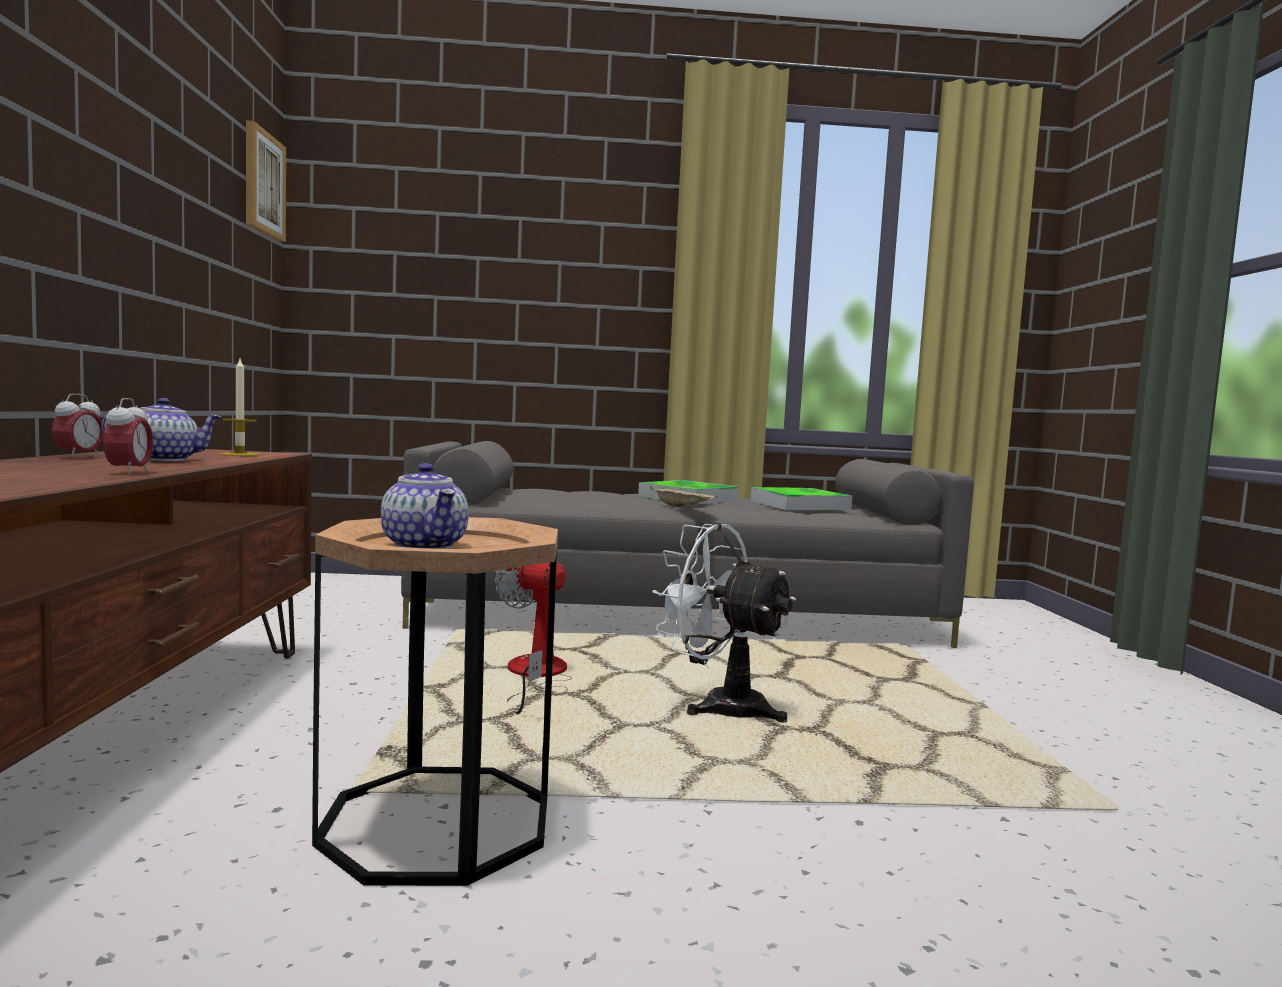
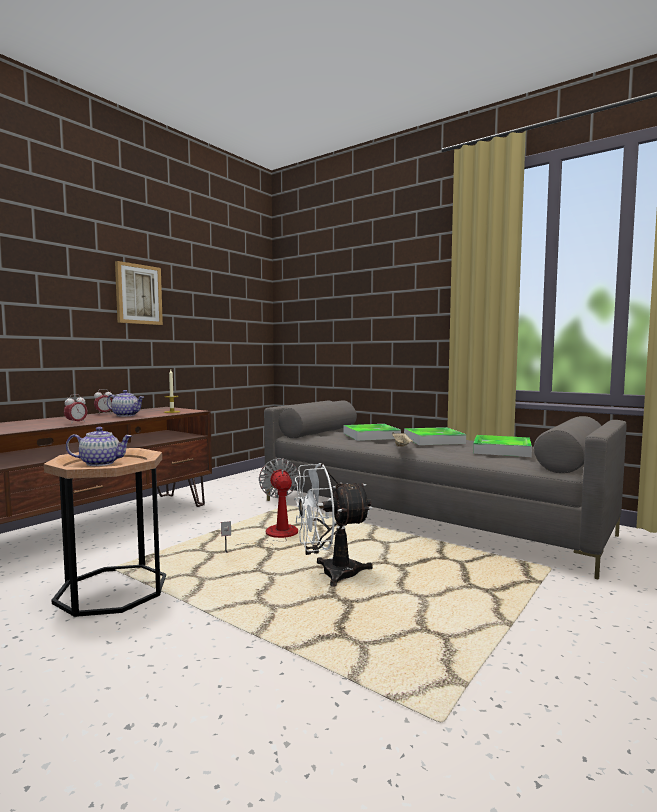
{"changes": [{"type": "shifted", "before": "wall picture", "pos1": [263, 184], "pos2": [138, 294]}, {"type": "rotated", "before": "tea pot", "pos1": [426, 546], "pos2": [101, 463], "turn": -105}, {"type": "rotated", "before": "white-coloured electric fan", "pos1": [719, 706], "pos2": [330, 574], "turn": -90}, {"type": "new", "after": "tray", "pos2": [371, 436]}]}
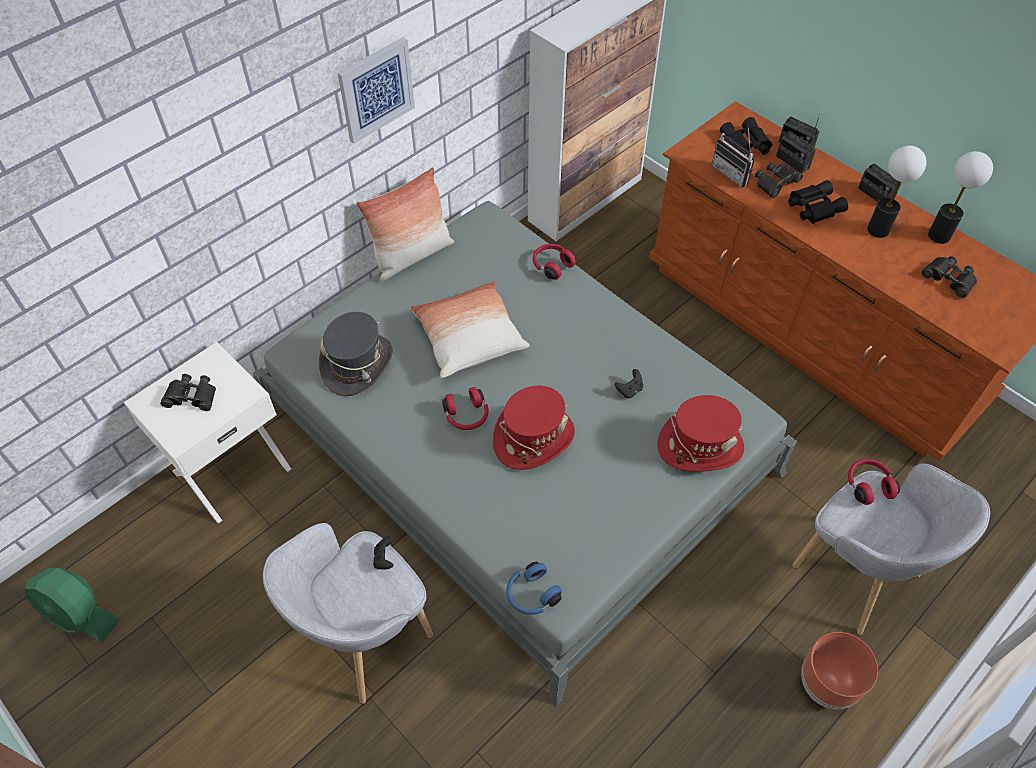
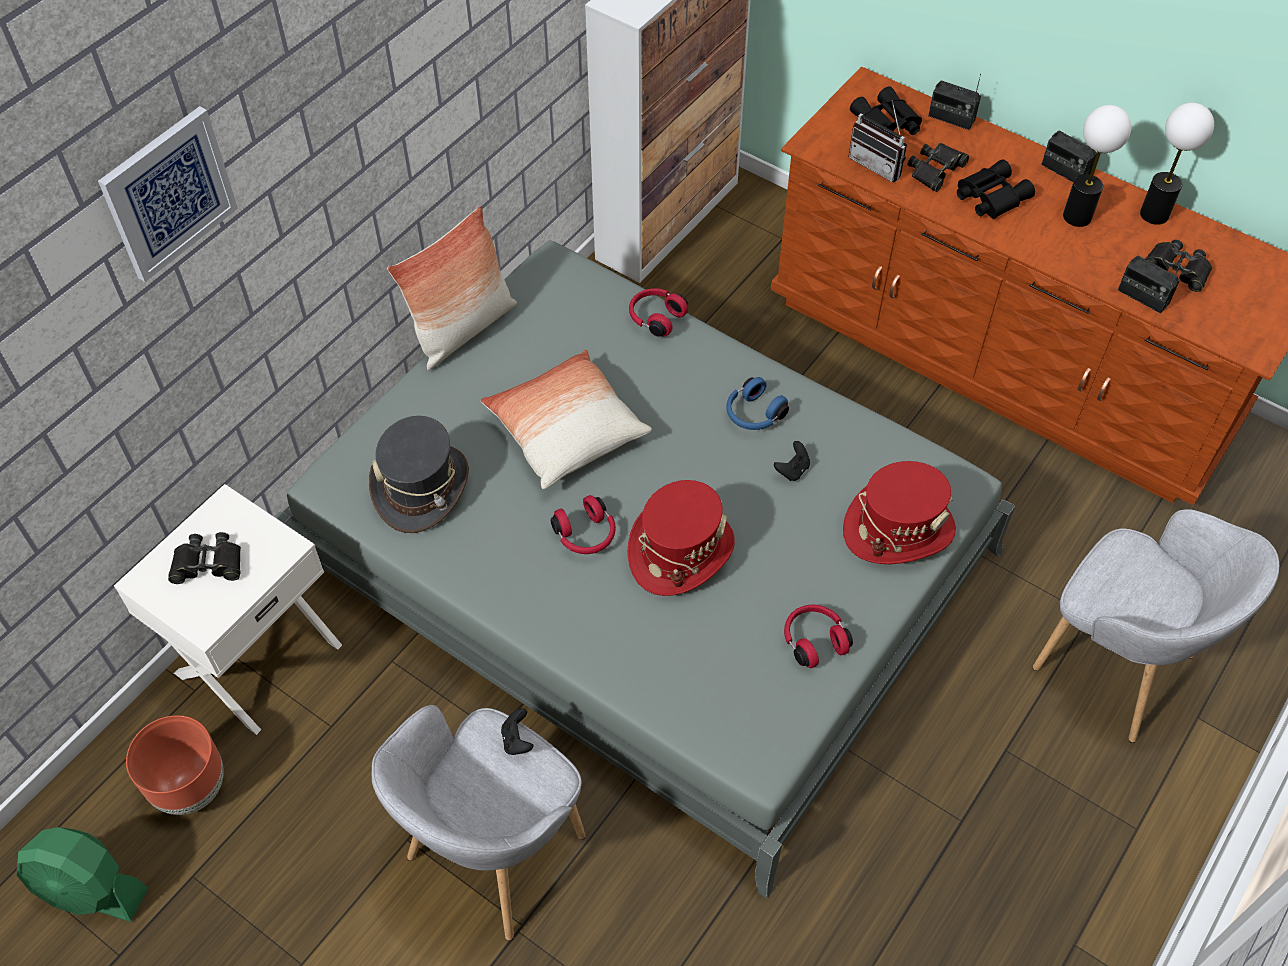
{"changes": [{"type": "shifted", "before": "wall picture", "pos1": [376, 89], "pos2": [168, 193]}, {"type": "shifted", "before": "blue-coloured pair of headphones", "pos1": [531, 595], "pos2": [753, 414]}, {"type": "shifted", "before": "radio", "pos1": [792, 162], "pos2": [1143, 297]}, {"type": "shifted", "before": "brown-coloured planter", "pos1": [825, 685], "pos2": [190, 788]}, {"type": "shifted", "before": "red pair of headphones", "pos1": [868, 485], "pos2": [813, 640]}]}
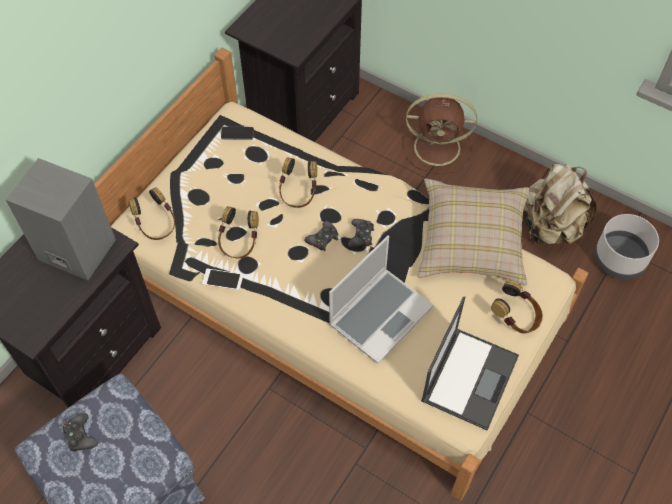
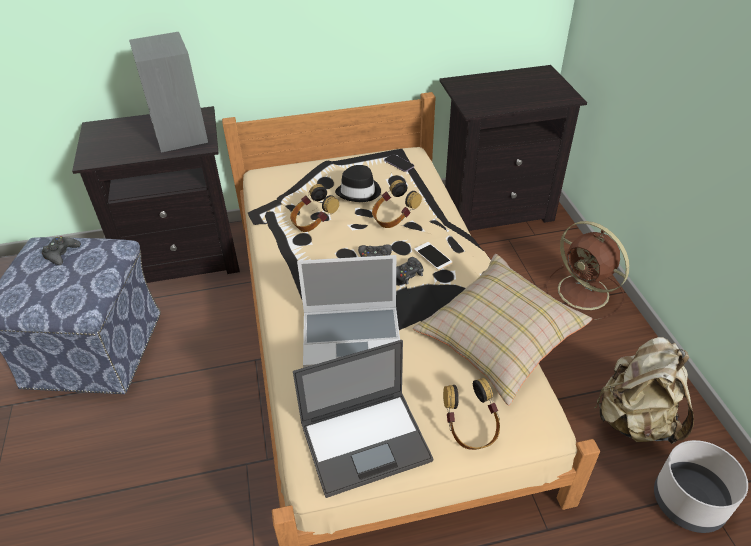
{"changes": [{"type": "gone", "before": "pair of headphones", "pos1": [156, 225]}, {"type": "shifted", "before": "telephone", "pos1": [222, 279], "pos2": [433, 256]}, {"type": "new", "after": "black wearable hat", "pos2": [359, 191]}]}
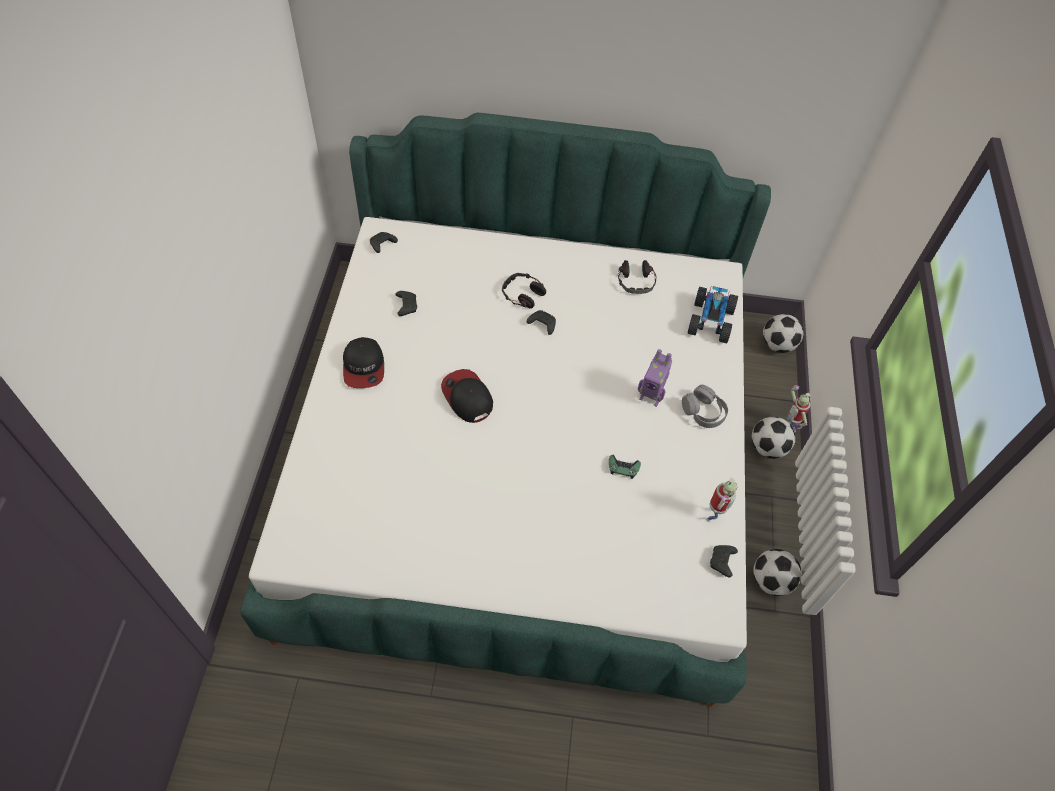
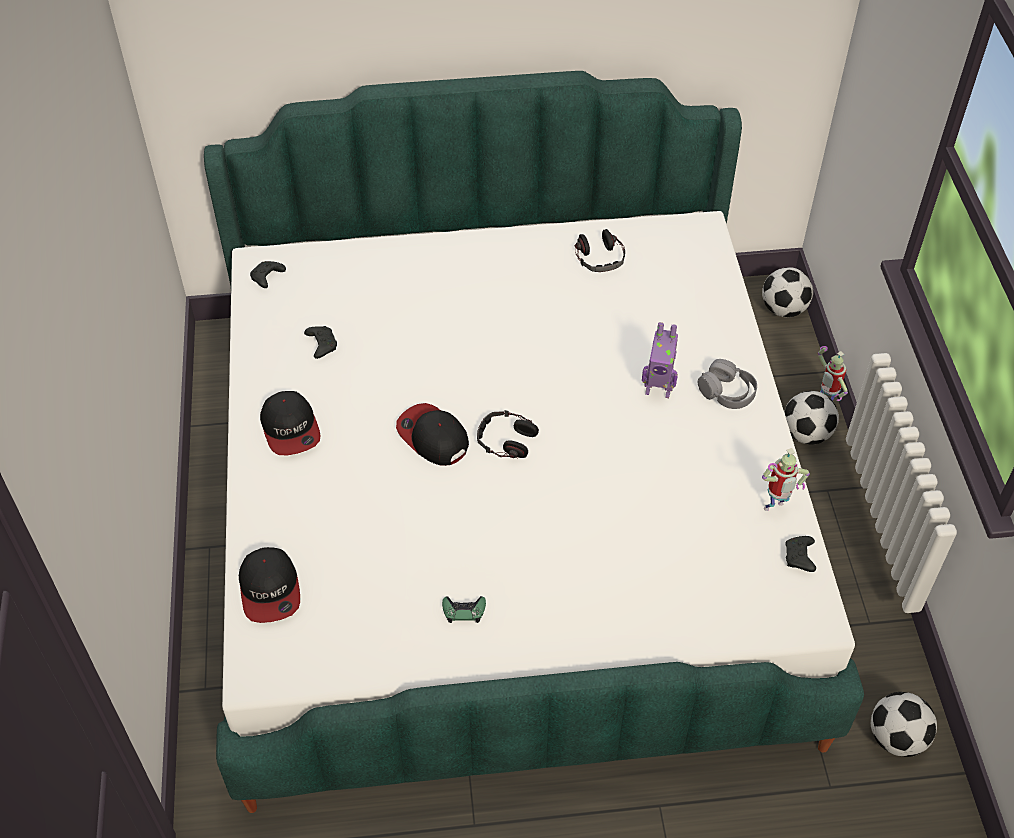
{"changes": [{"type": "shifted", "before": "pair of headphones", "pos1": [522, 294], "pos2": [506, 440]}, {"type": "gone", "before": "black gamepad", "pos1": [541, 324]}, {"type": "shifted", "before": "greenish gamepad", "pos1": [623, 468], "pos2": [464, 611]}, {"type": "gone", "before": "miniature car", "pos1": [709, 320]}, {"type": "rotated", "before": "model robot", "pos1": [713, 516], "pos2": [774, 509], "turn": 45}, {"type": "shifted", "before": "football ball", "pos1": [771, 581], "pos2": [896, 738]}, {"type": "new", "after": "cap", "pos2": [270, 590]}]}
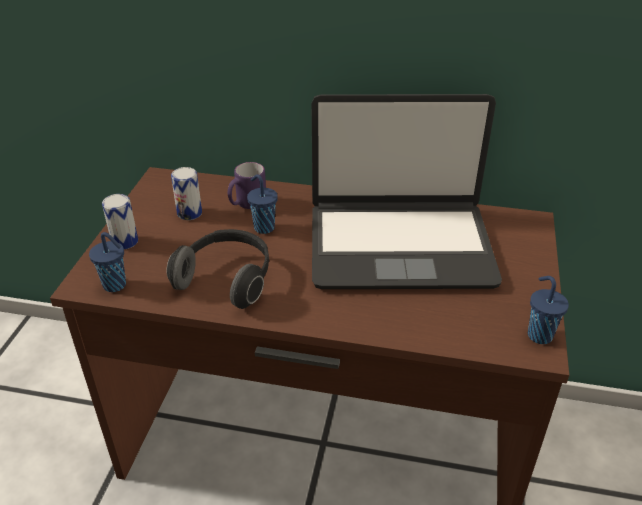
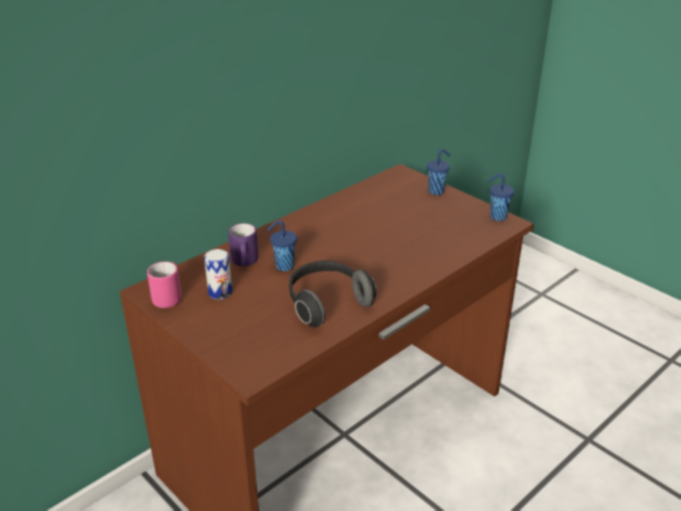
{"changes": [{"type": "shifted", "before": "blue-coloured drinking cup", "pos1": [116, 285], "pos2": [437, 191]}, {"type": "gone", "before": "sealed can", "pos1": [124, 241]}, {"type": "gone", "before": "laptop", "pos1": [399, 245]}, {"type": "new", "after": "pink mug", "pos2": [169, 297]}]}
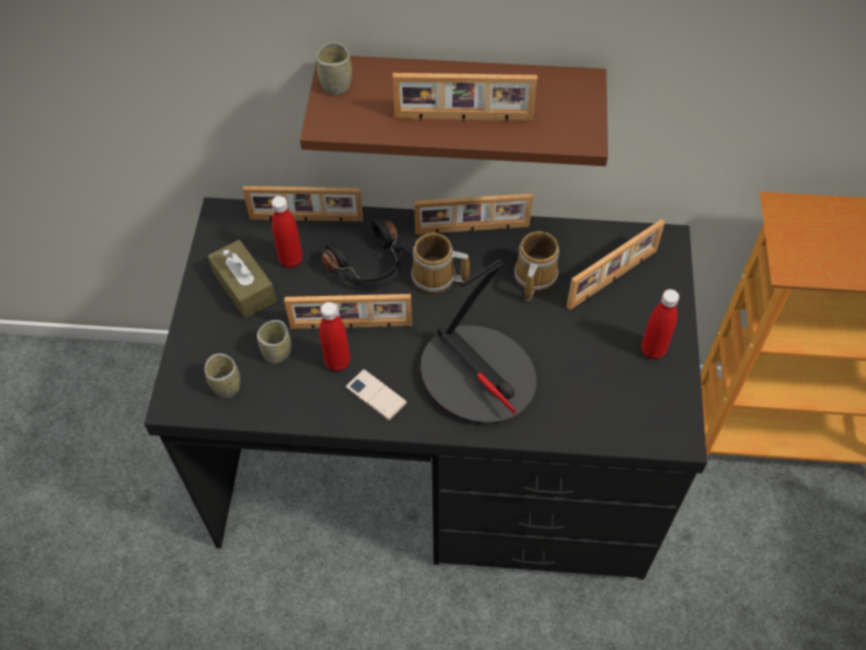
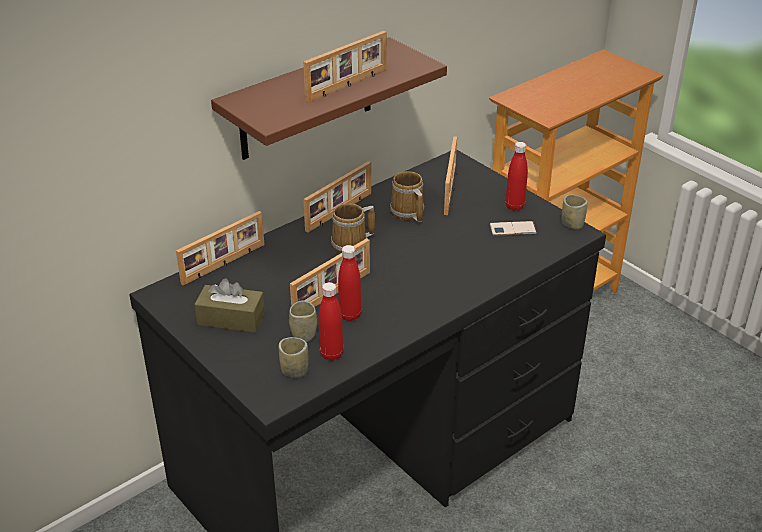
{"changes": [{"type": "shifted", "before": "red drink bottle", "pos1": [291, 260], "pos2": [331, 354]}, {"type": "shifted", "before": "drinking cup", "pos1": [336, 85], "pos2": [572, 224]}, {"type": "gone", "before": "black pair of headphones", "pos1": [370, 267]}, {"type": "shifted", "before": "telephone", "pos1": [376, 395], "pos2": [512, 229]}, {"type": "gone", "before": "tabletop lamp", "pos1": [478, 376]}]}
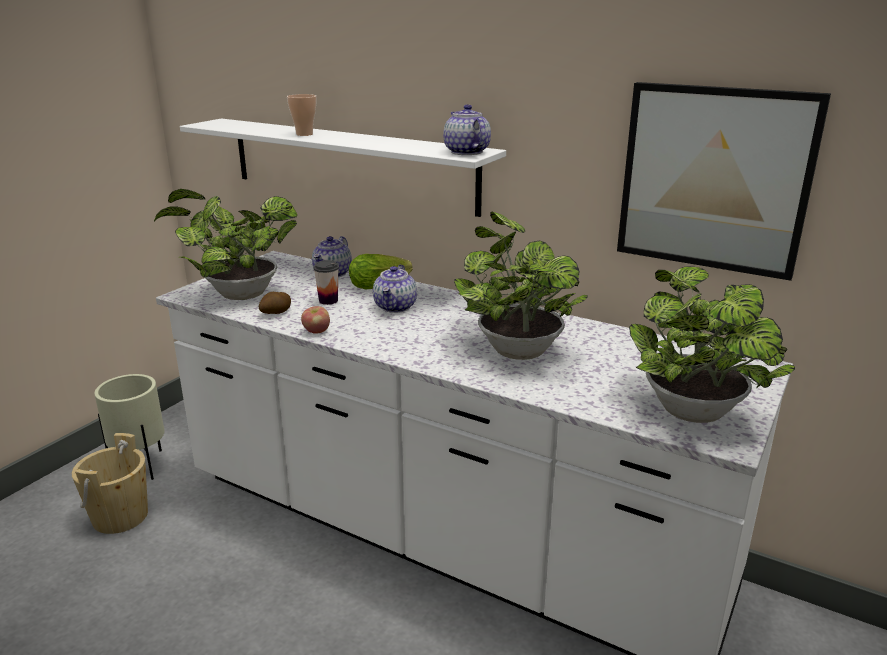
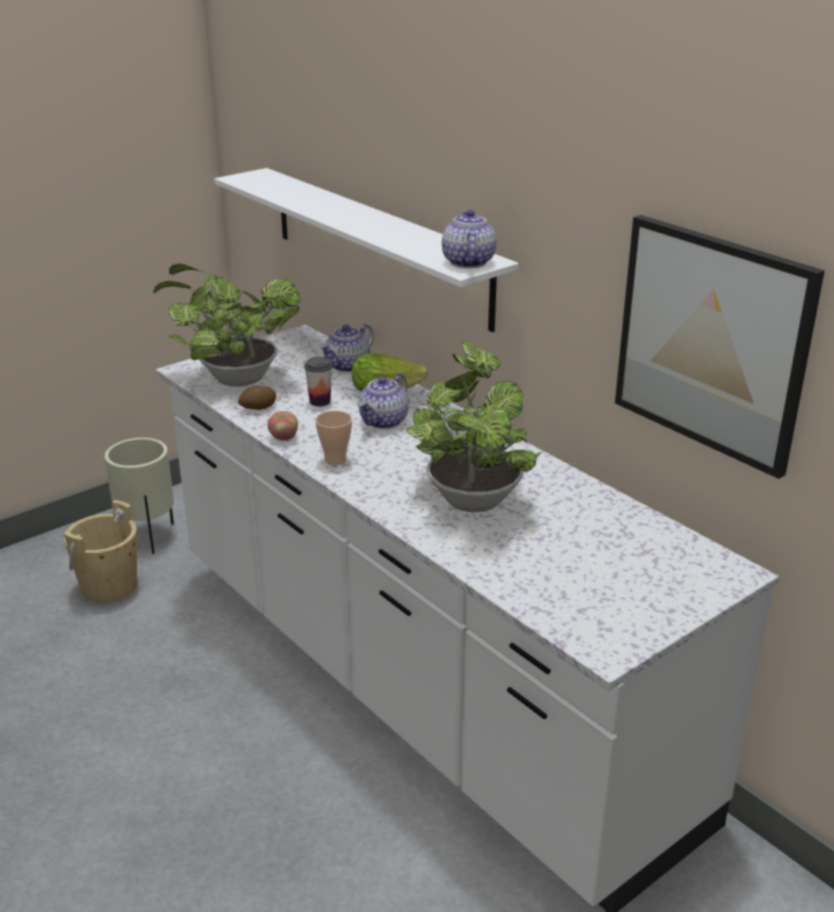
{"changes": [{"type": "shifted", "before": "drinking cup", "pos1": [304, 134], "pos2": [335, 460]}, {"type": "gone", "before": "plant in a pot", "pos1": [696, 415]}]}
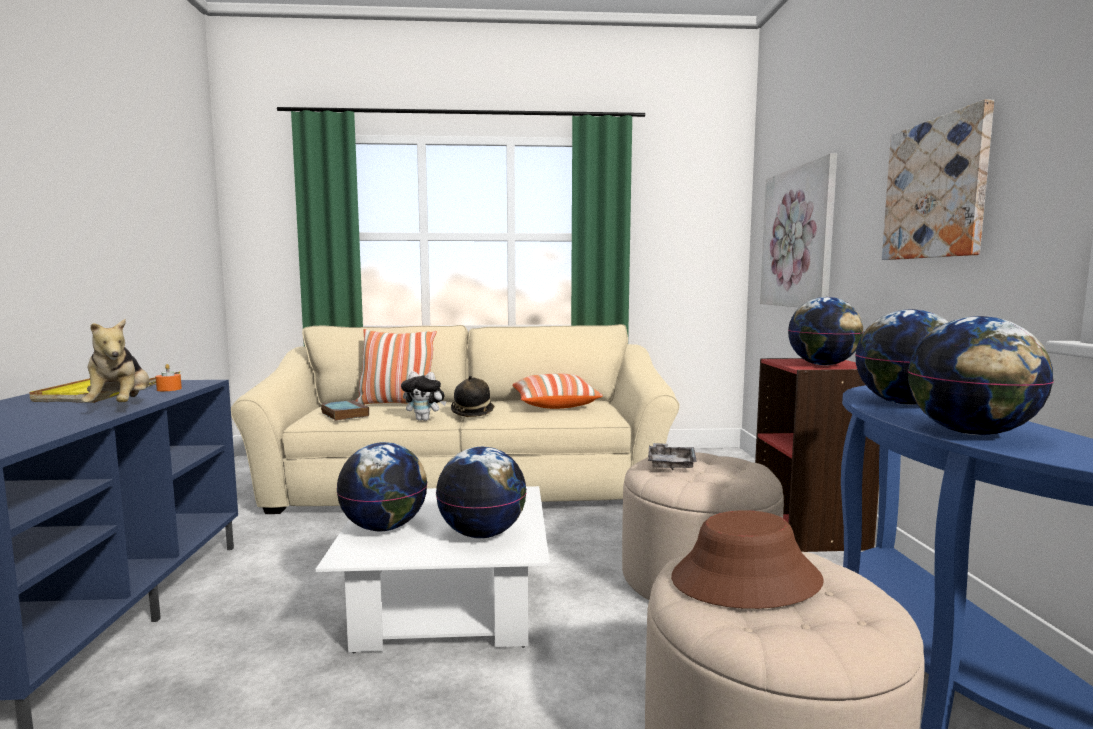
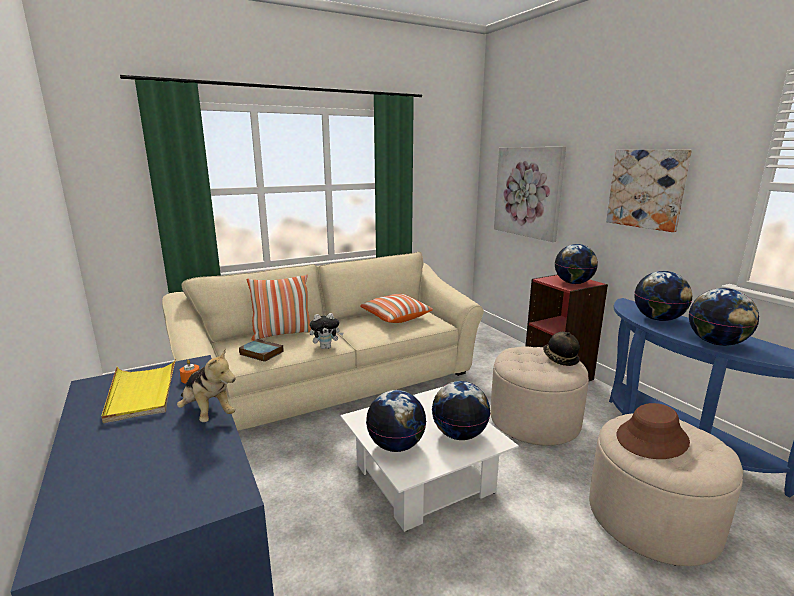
{"changes": [{"type": "shifted", "before": "wearable hat", "pos1": [472, 412], "pos2": [559, 359]}, {"type": "gone", "before": "greyish tray", "pos1": [670, 464]}]}
